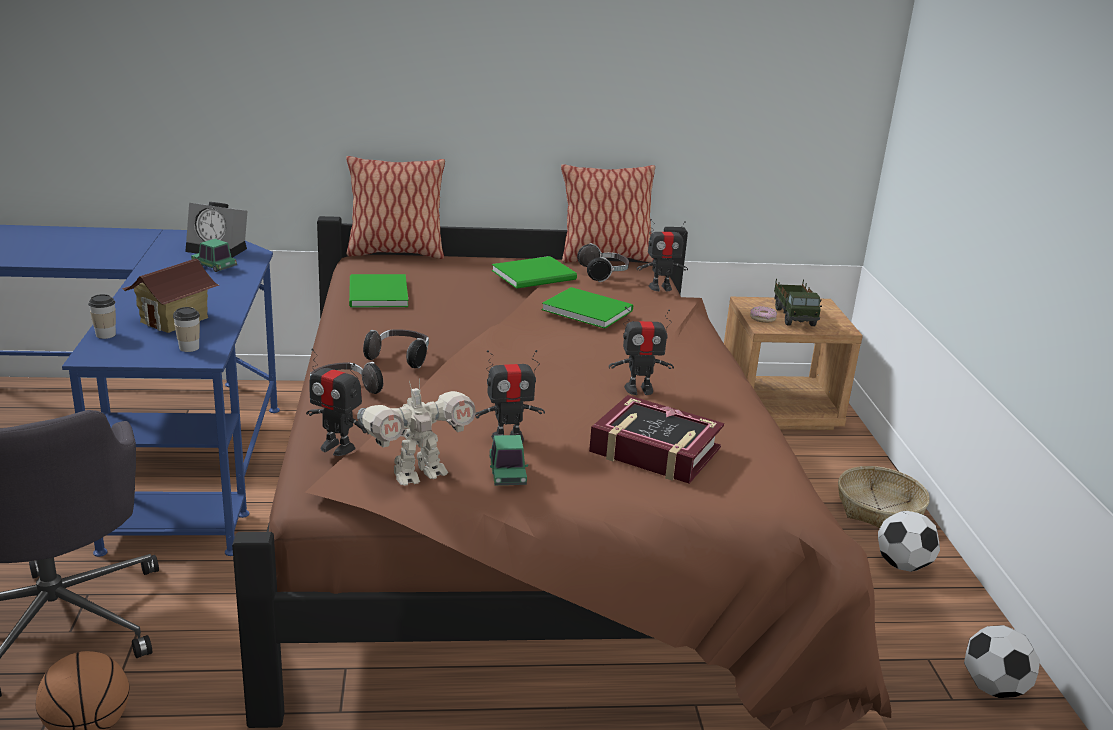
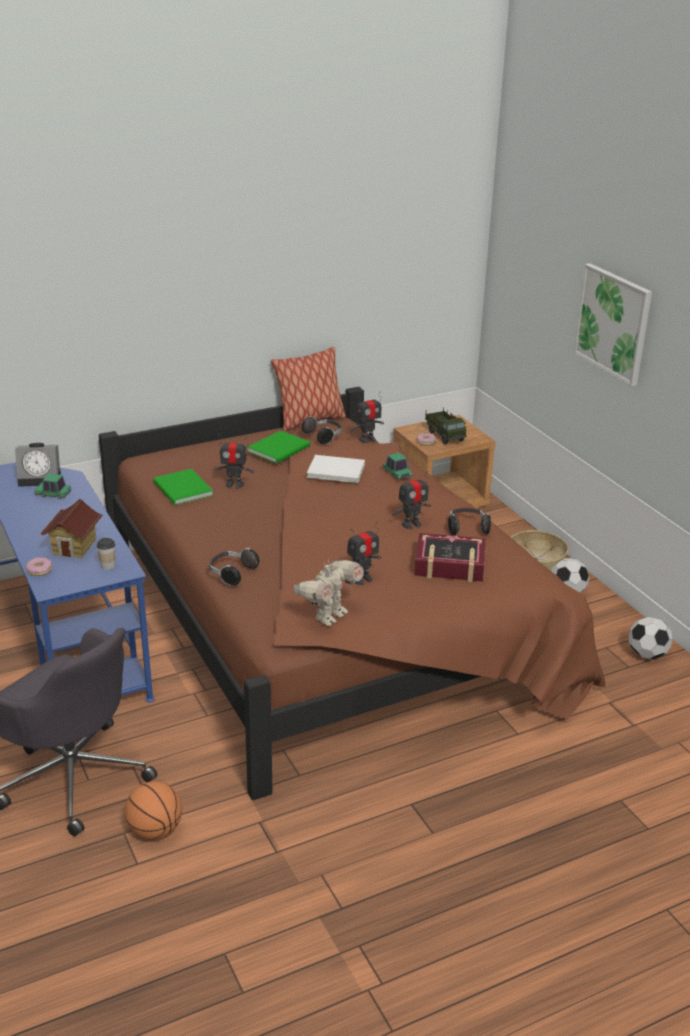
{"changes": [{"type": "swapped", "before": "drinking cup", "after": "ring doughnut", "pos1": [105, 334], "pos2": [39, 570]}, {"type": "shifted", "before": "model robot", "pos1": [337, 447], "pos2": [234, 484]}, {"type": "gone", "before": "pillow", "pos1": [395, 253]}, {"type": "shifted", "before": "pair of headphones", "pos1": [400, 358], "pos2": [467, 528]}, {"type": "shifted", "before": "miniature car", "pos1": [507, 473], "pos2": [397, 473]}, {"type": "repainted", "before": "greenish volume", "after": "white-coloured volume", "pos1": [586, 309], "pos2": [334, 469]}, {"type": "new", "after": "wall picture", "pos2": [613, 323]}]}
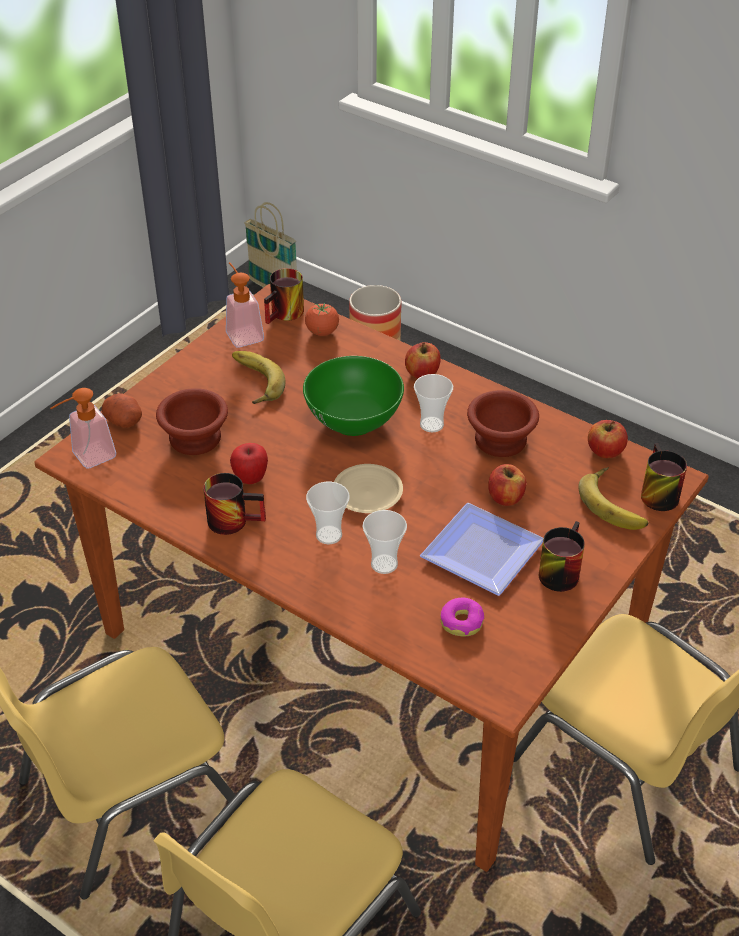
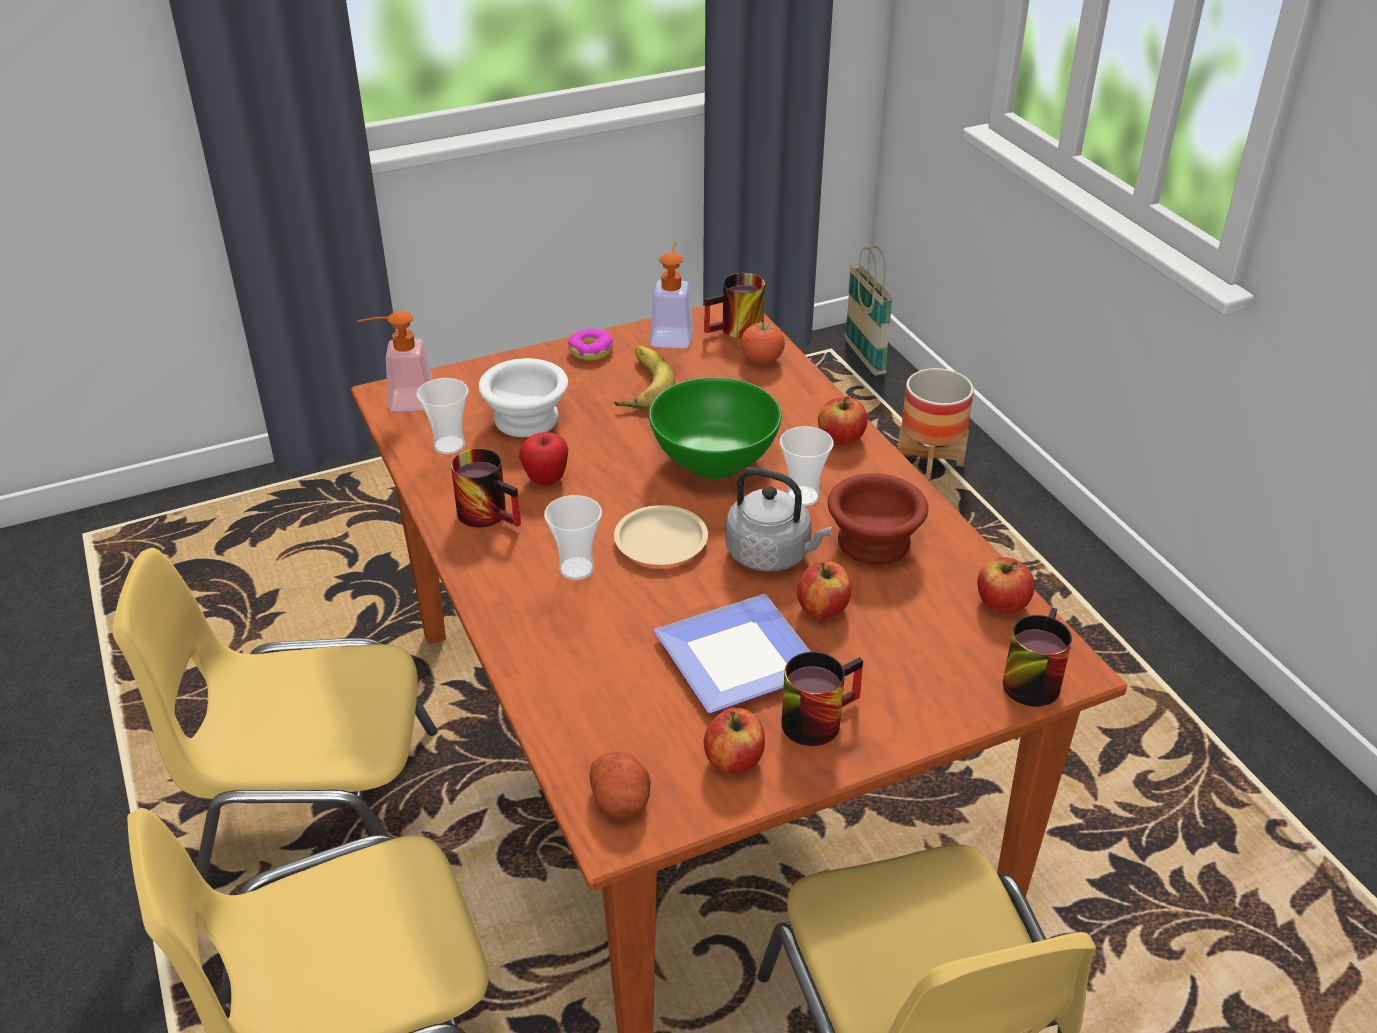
{"changes": [{"type": "shifted", "before": "whole potato", "pos1": [125, 421], "pos2": [621, 801]}, {"type": "repainted", "before": "brown-coloured serving bowl", "after": "white-coloured serving bowl", "pos1": [193, 438], "pos2": [524, 419]}, {"type": "shifted", "before": "drinking cup", "pos1": [384, 564], "pos2": [449, 445]}, {"type": "shifted", "before": "ring doughnut", "pos1": [461, 622], "pos2": [591, 351]}, {"type": "gone", "before": "banana fruit", "pos1": [616, 503]}, {"type": "new", "after": "apple fruit", "pos2": [734, 760]}, {"type": "new", "after": "greyish kettle", "pos2": [772, 555]}]}
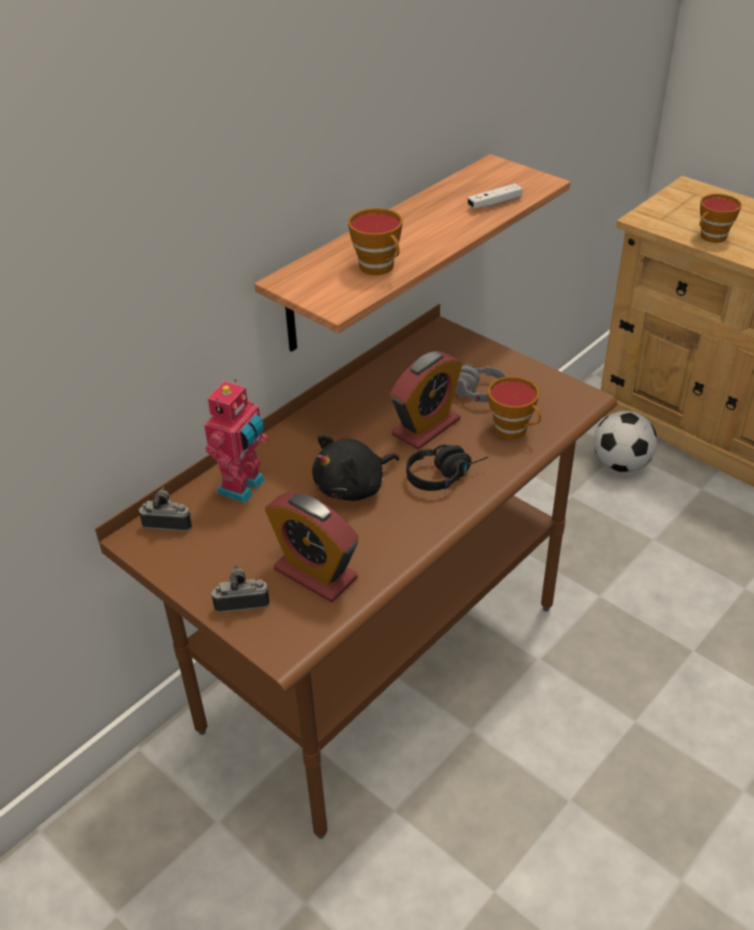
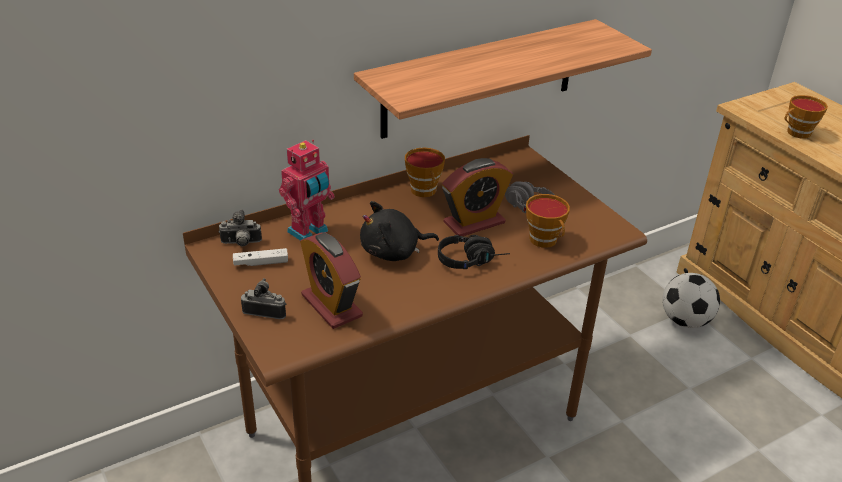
{"changes": [{"type": "rotated", "before": "still camera", "pos1": [168, 523], "pos2": [241, 244], "turn": 150}, {"type": "shifted", "before": "drinking cup", "pos1": [379, 268], "pos2": [425, 192]}, {"type": "shifted", "before": "white-coloured gamepad", "pos1": [494, 203], "pos2": [261, 263]}]}
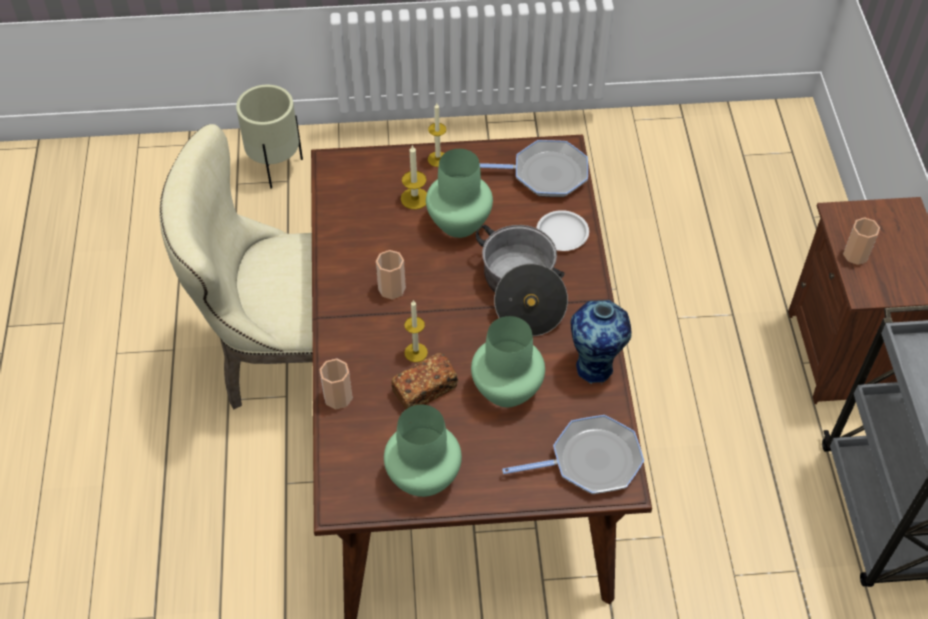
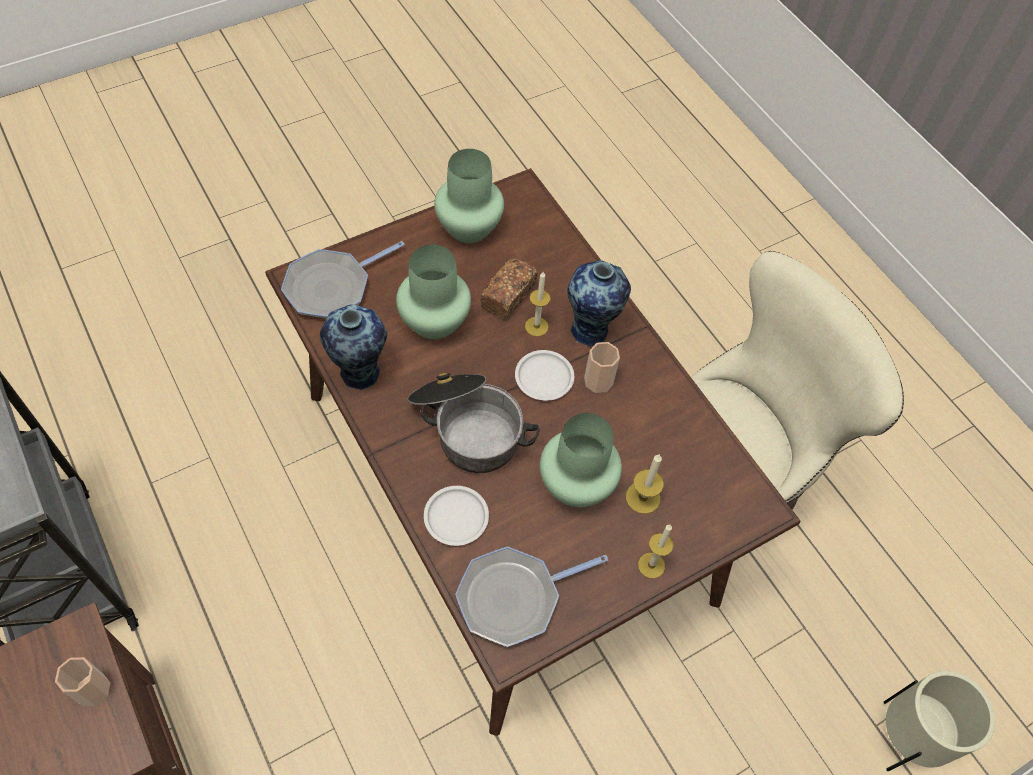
{"changes": [{"type": "gone", "before": "drinking cup", "pos1": [338, 397]}, {"type": "new", "after": "white-coloured dinner plate", "pos2": [543, 377]}, {"type": "new", "after": "flower vase", "pos2": [591, 329]}]}
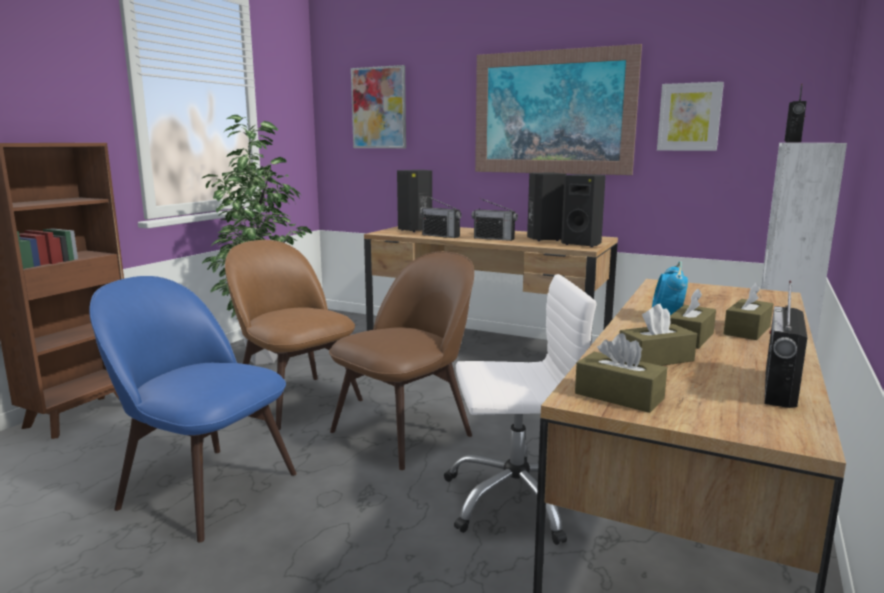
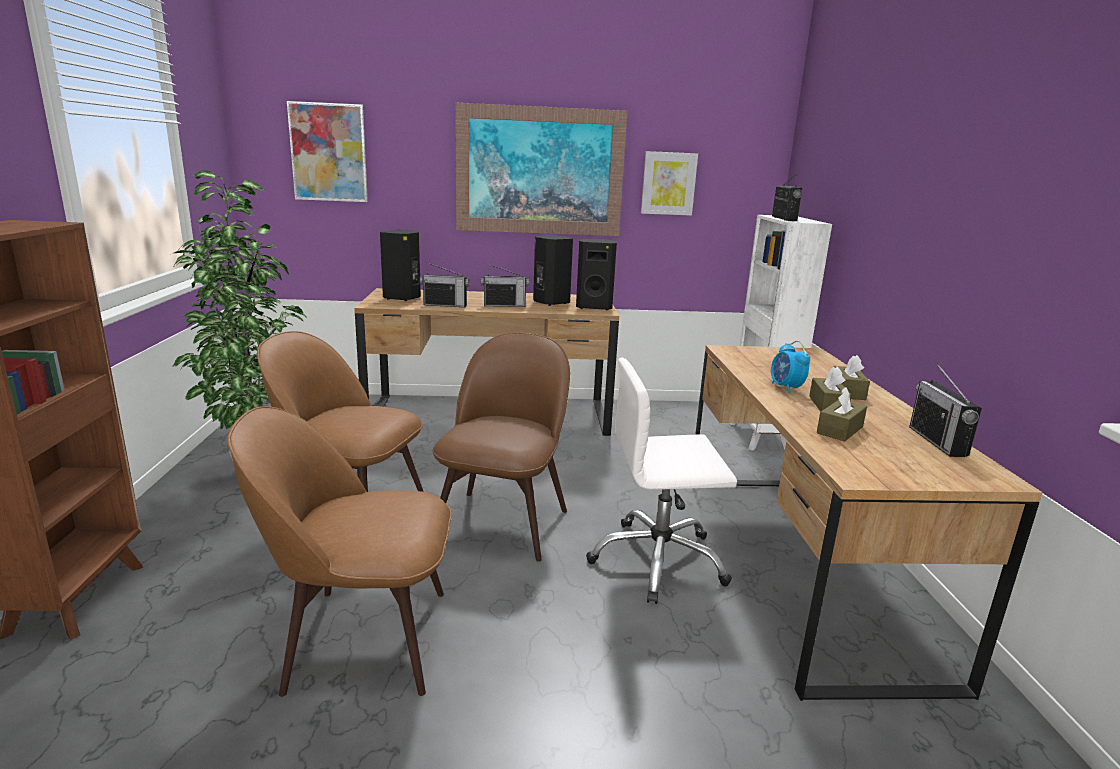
{"changes": [{"type": "repainted", "before": "blue-coloured plain chair", "after": "brown-coloured plain chair", "pos1": [204, 488], "pos2": [360, 638]}, {"type": "rotated", "before": "white-coloured office chair", "pos1": [516, 499], "pos2": [658, 561], "turn": -150}, {"type": "gone", "before": "brown-coloured tissue holder", "pos1": [619, 396]}]}
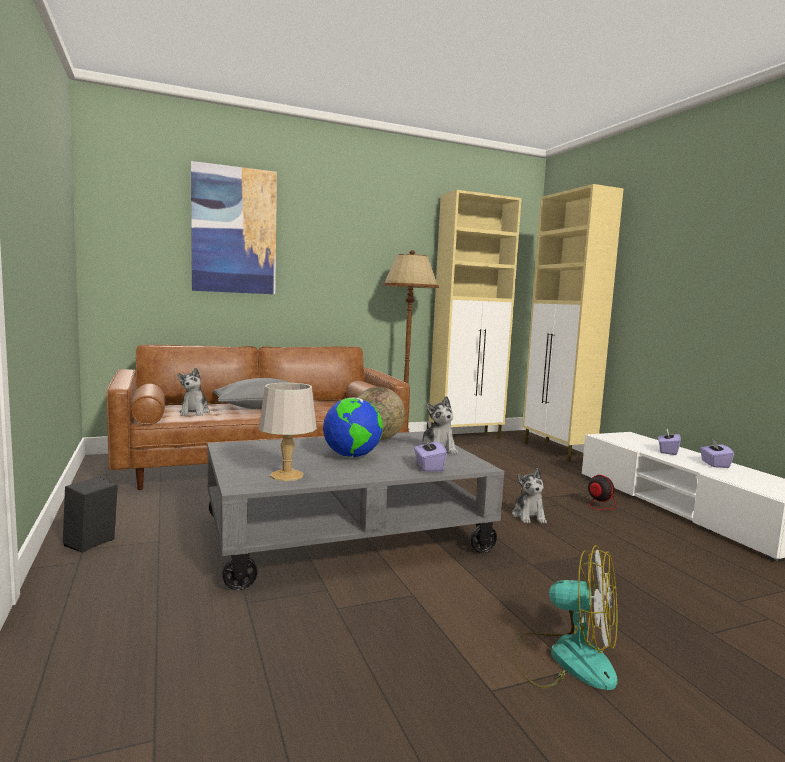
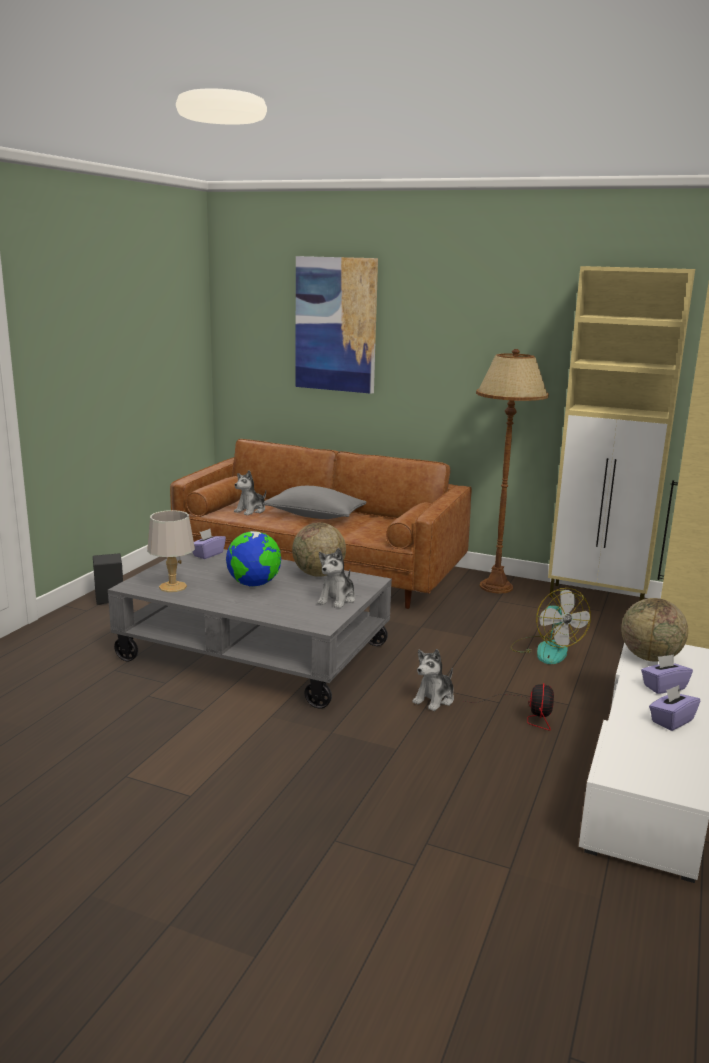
{"changes": [{"type": "shifted", "before": "purple tissue holder", "pos1": [428, 467], "pos2": [208, 554]}, {"type": "shifted", "before": "electric fan", "pos1": [566, 659], "pos2": [546, 650]}, {"type": "new", "after": "desk globe", "pos2": [650, 657]}]}
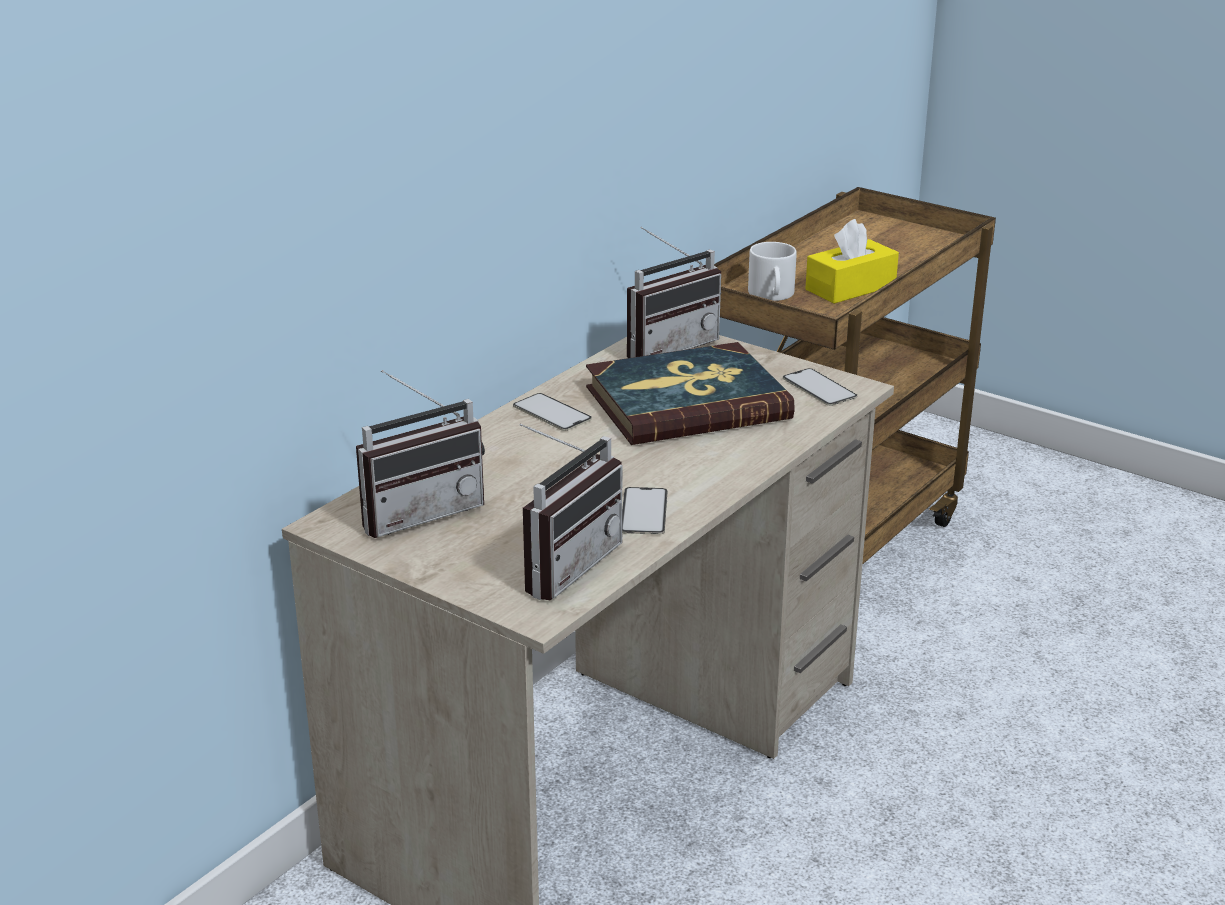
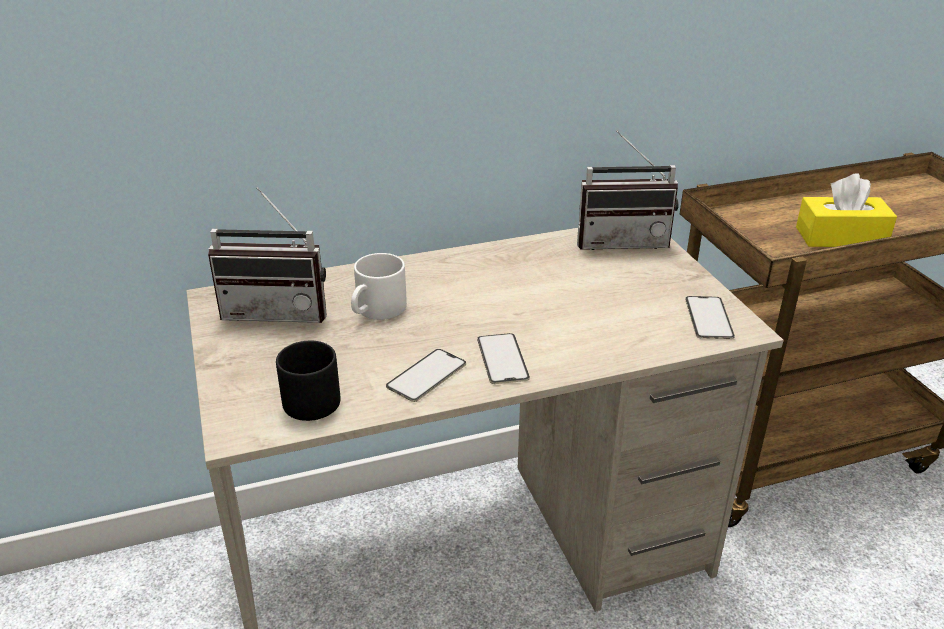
{"changes": [{"type": "shifted", "before": "telephone", "pos1": [552, 413], "pos2": [502, 359]}, {"type": "swapped", "before": "radio", "after": "black mug", "pos1": [562, 564], "pos2": [309, 396]}, {"type": "gone", "before": "volume", "pos1": [686, 402]}, {"type": "shifted", "before": "white-coloured mug", "pos1": [773, 295], "pos2": [377, 311]}]}
